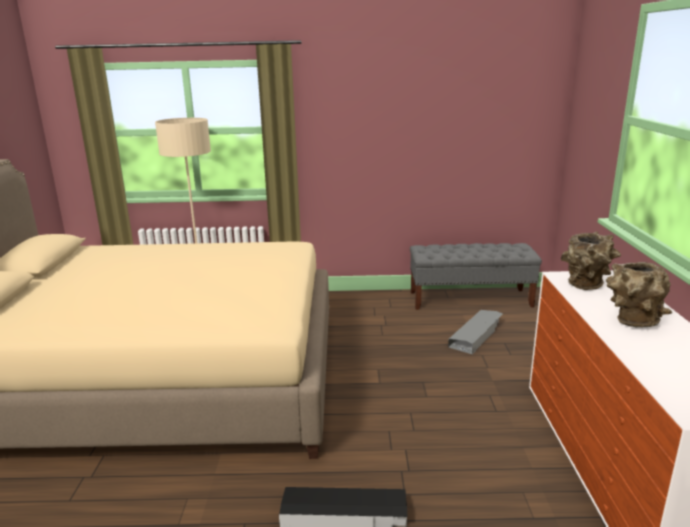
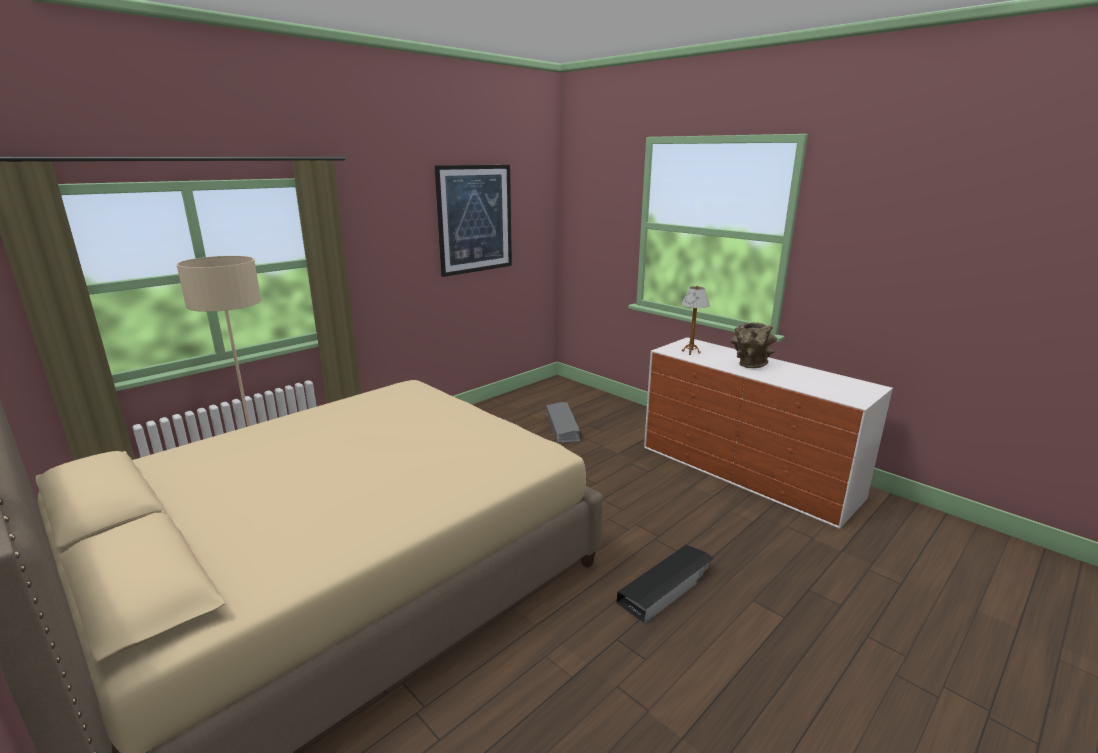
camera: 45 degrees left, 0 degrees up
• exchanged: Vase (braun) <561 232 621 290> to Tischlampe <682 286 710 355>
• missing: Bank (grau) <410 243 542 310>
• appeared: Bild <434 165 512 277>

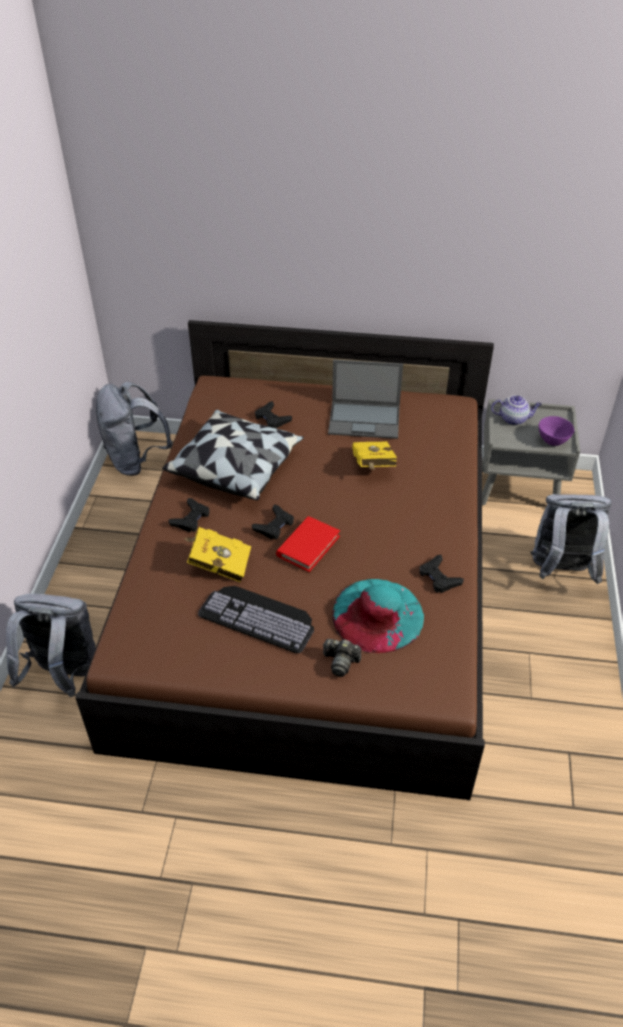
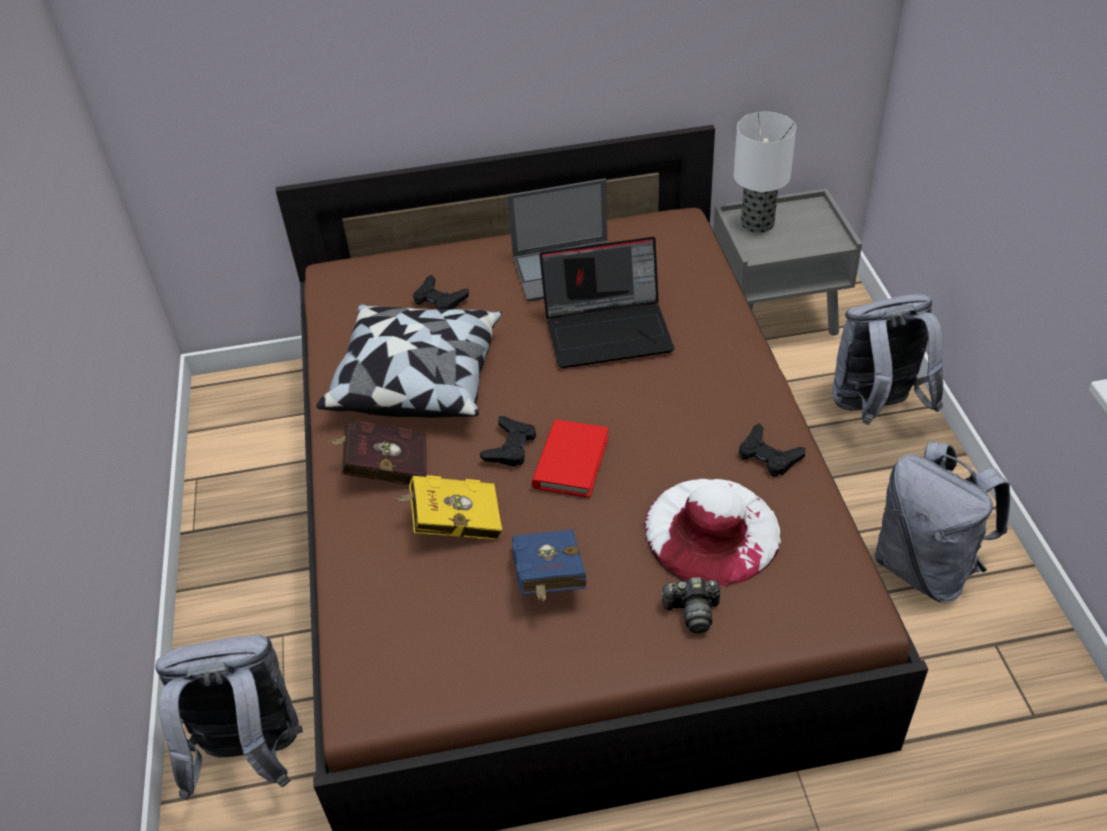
camera: 15 degrees left, 0 degrees up
• relocated: Rucksack (grau) <96 382 172 476> to <875 441 1010 603>
• exchanged: Teekanne <491 395 542 425> to Tischlampe <734 112 796 233>
• missing: Schüssel (lila) <539 416 574 446>
• exchanged: Buch (gelb) <352 441 397 470> to Laptop <539 237 674 368>
• exchanged: Gamepad (schwarz) <168 498 209 532> to Buch (rot) <329 421 427 485>
• colour: Hut (türkis) <332 579 424 653> to Hut (weiß) <644 479 781 587>
• exchanged: Tastatur <198 586 314 653> to Buch (blau) <512 529 586 602>

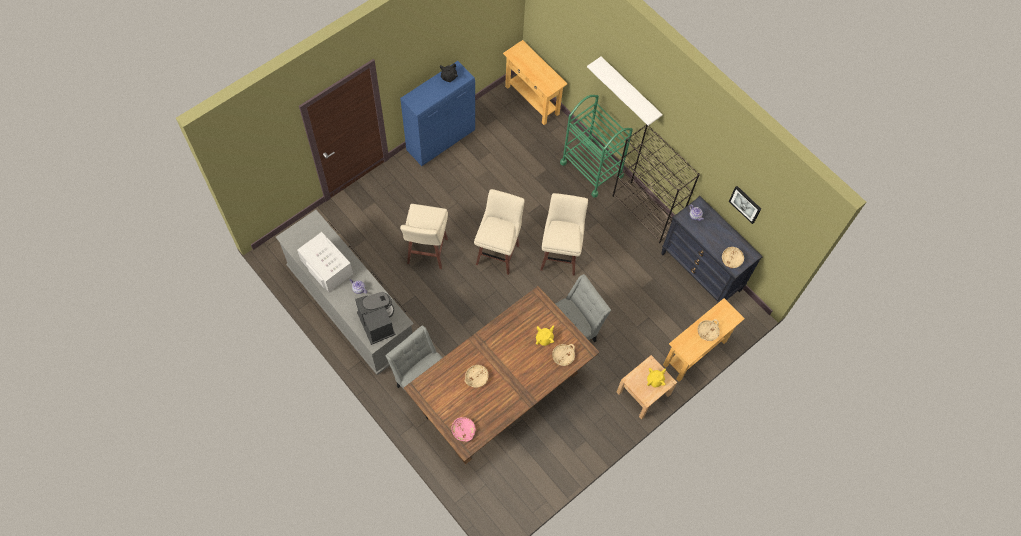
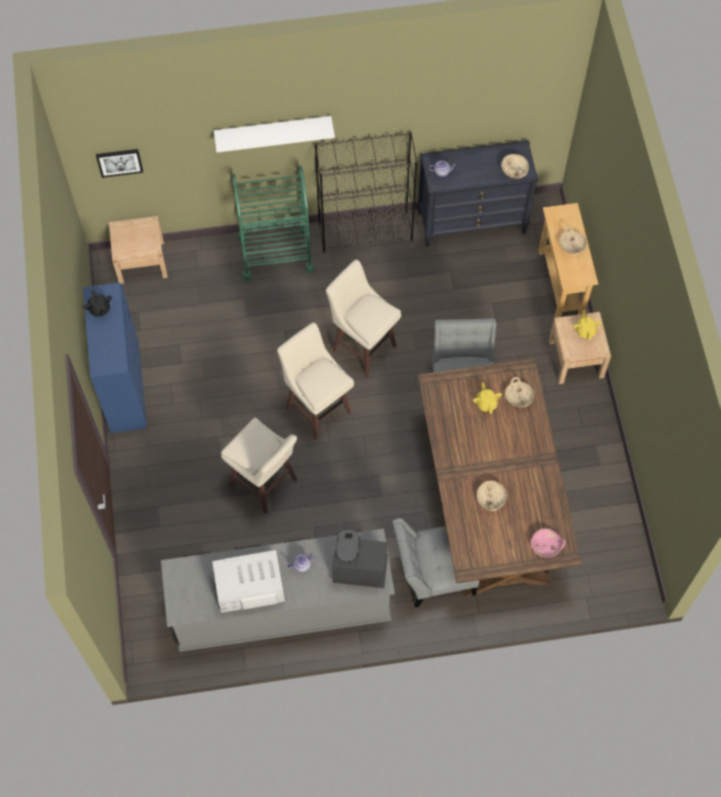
camera: 55 degrees left, 0 degrees up
• exchanged: Konsolentisch (beige) <503 40 567 125> to Nachttisch (beige) <109 216 168 284>
• relocated: Bild <729 186 761 224> to <96 149 143 178>

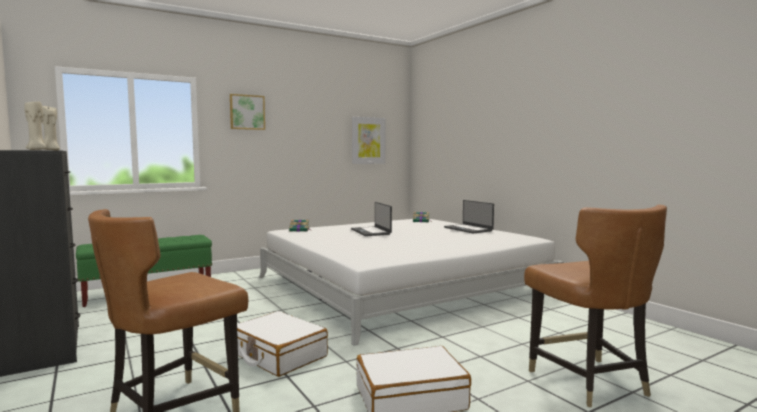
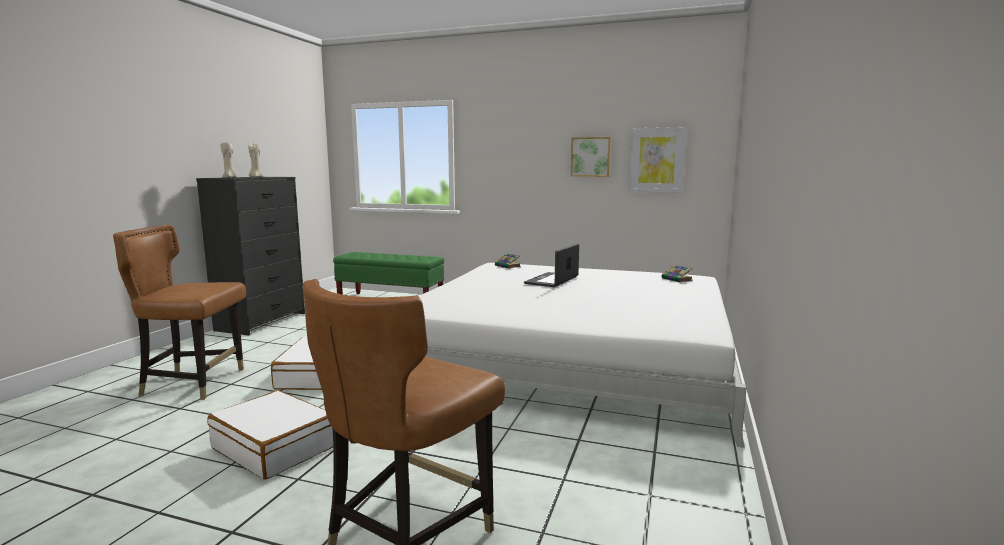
camera: 50 degrees right, 5 degrees up
• relocated: Bild <230 94 265 130> to <571 137 611 177>
• missing: Laptop <444 200 494 234>

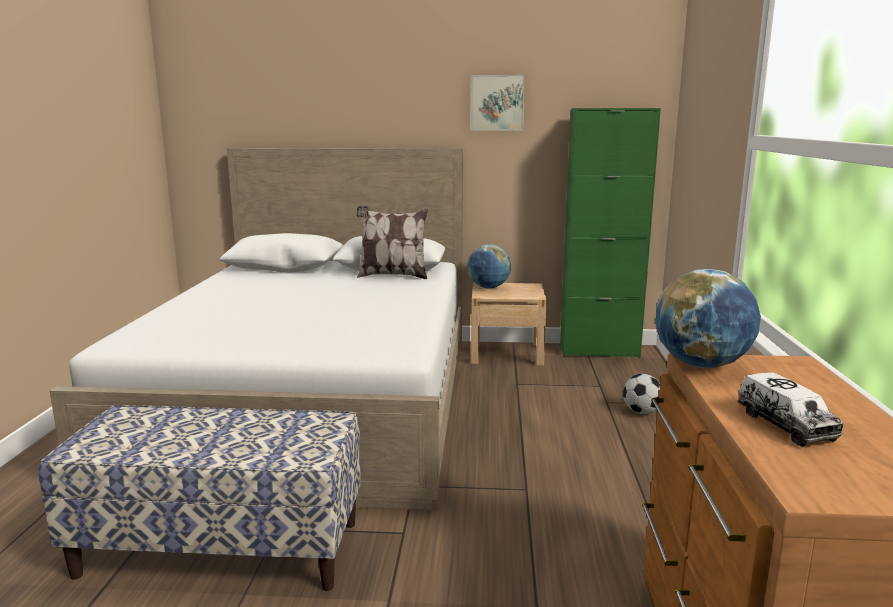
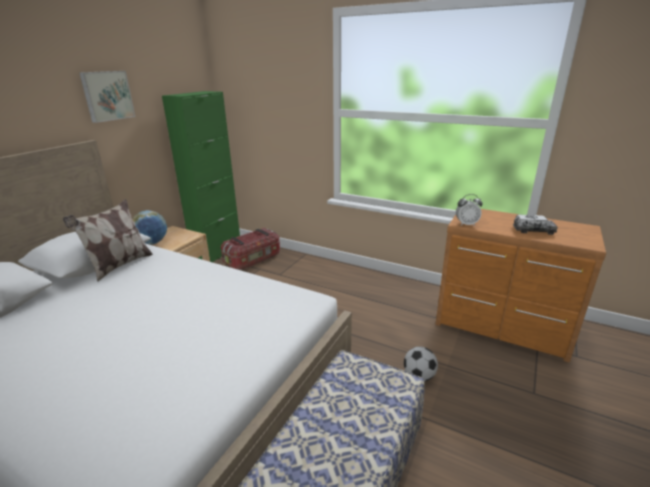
camera: 65 degrees left, 10 degrees up
• exchanged: Globus <655 269 761 368> to Wecker <456 194 483 226>
• relocated: Fußball <623 374 660 414> to <404 347 438 381>
• appeared: Aufbewahrungsbox <221 228 280 270>

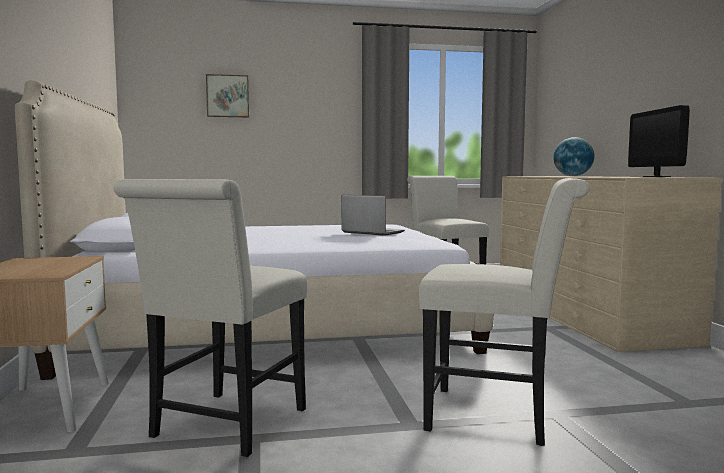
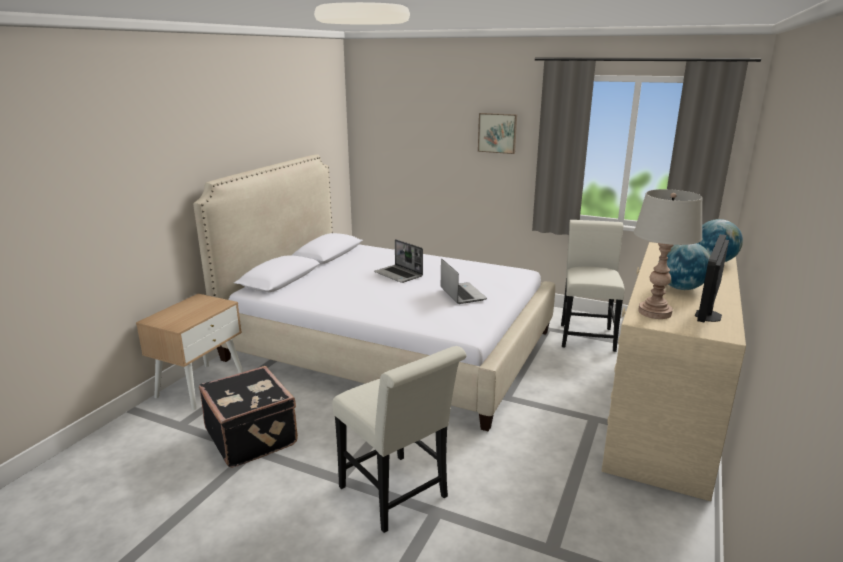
camera: 35 degrees right, 15 degrees up
• relocated: Bild <206 74 249 117> to <478 113 517 154>
• exchanged: Stuhl (weiß) <113 179 308 457> to Koffer (schwarz) <199 366 298 468>
• appeared: Tischlampe (grau) <634 189 702 319>
• appeared: Laptop <374 239 423 283>
• appeared: Globus <658 243 710 290>

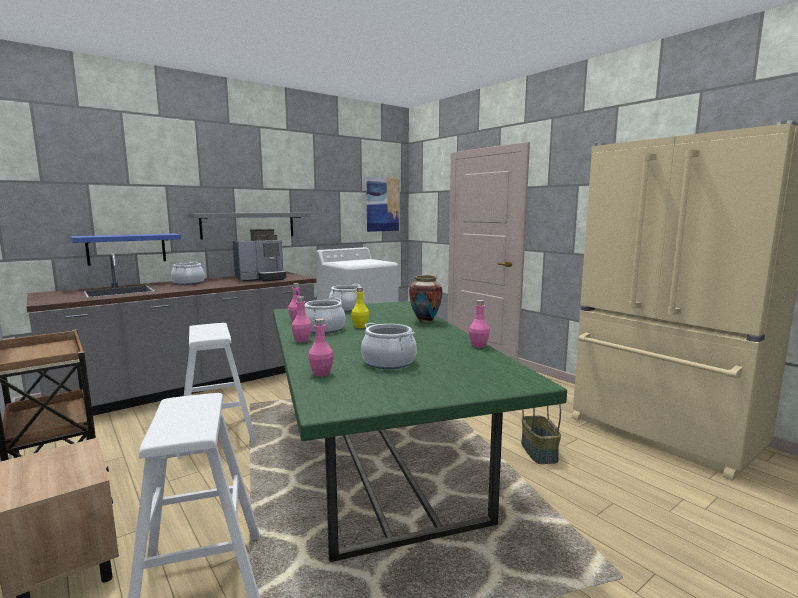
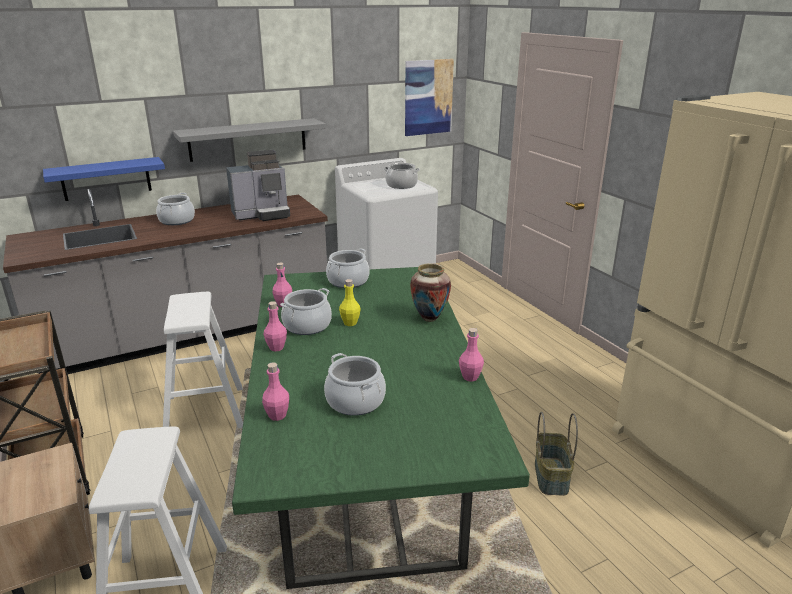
camera: 10 degrees right, 15 degrees up
• appeared: Kochtopf <384 163 420 189>

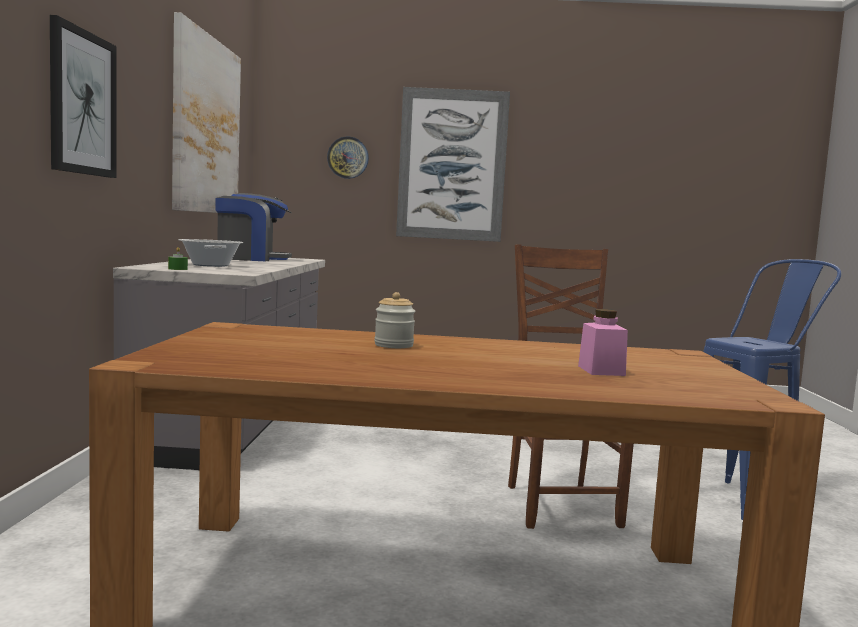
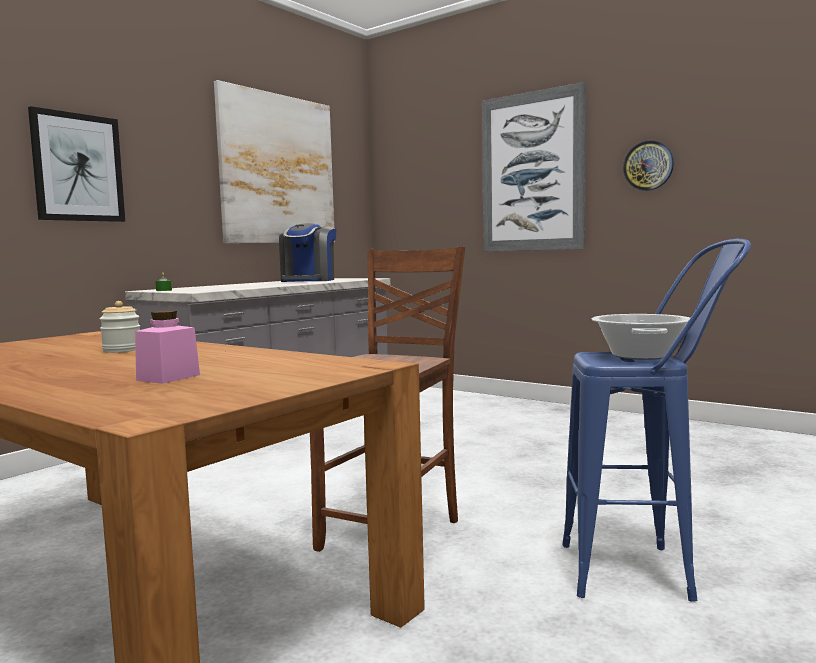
camera: 35 degrees right, 0 degrees up
• relocated: Wanduhr <327 136 369 179> to <623 140 674 191>
• spun: Kaffeemaschine <215 193 292 261> = <279 223 336 282> 75 degrees clockwise
• relocated: Kochtopf <179 239 243 267> to <592 314 690 360>

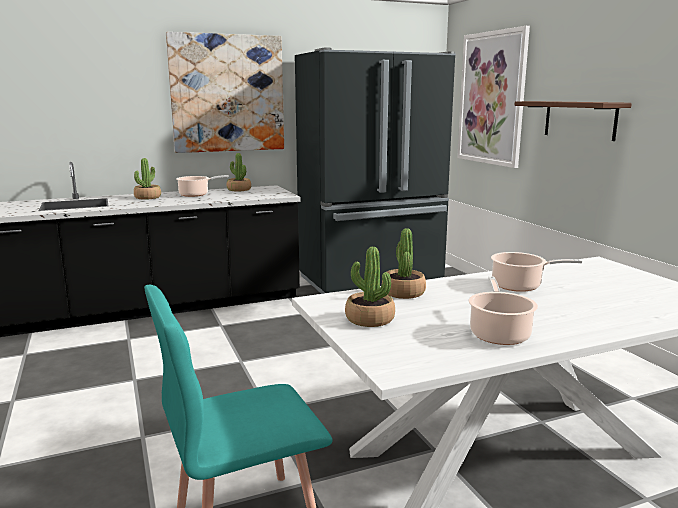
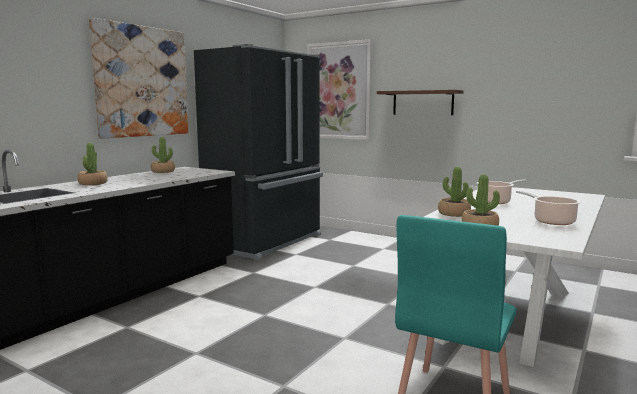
camera: 35 degrees left, 5 degrees down
• missing: Kochtopf <176 175 229 197>

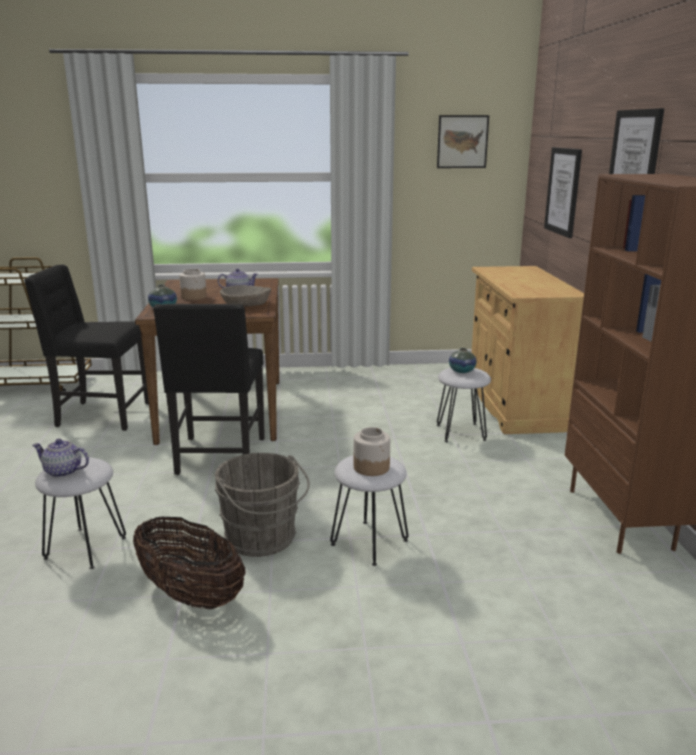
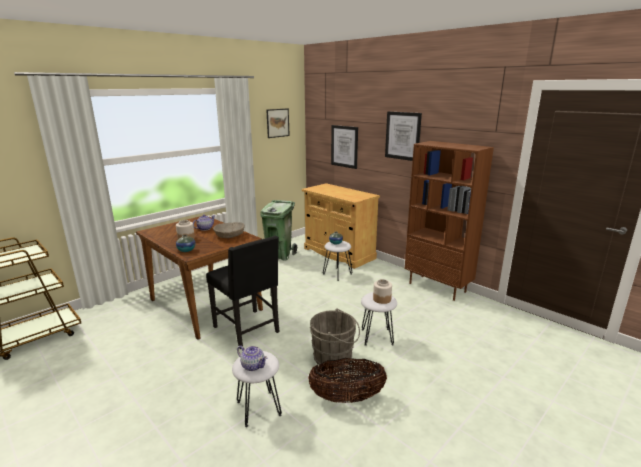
camera: 40 degrees left, 0 degrees up
• missing: Stuhl (schwarz) <24 264 149 431>
• spun: Teekanne <32 439 89 478> = <237 346 268 371> 120 degrees counterclockwise
• appeared: Mülleimer (grün) <260 200 297 261>

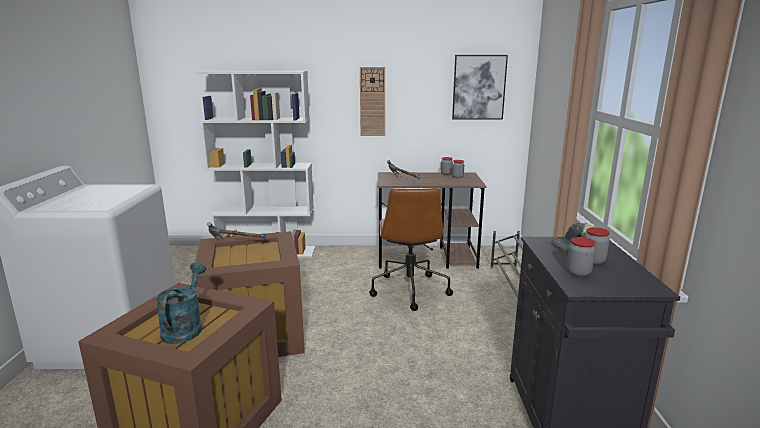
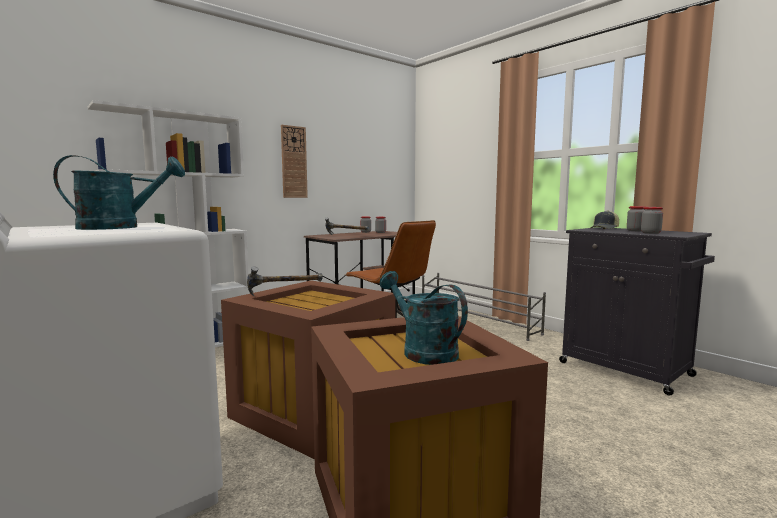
camera: 40 degrees left, 10 degrees down
• missing: Bild <452 55 508 120>
• appeared: Gießkanne (türkis) <53 155 185 230>

